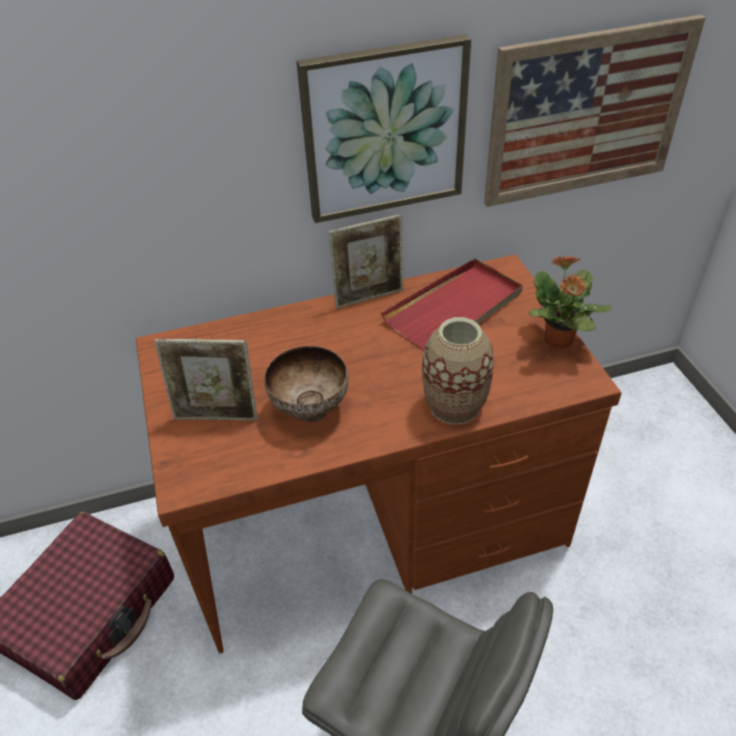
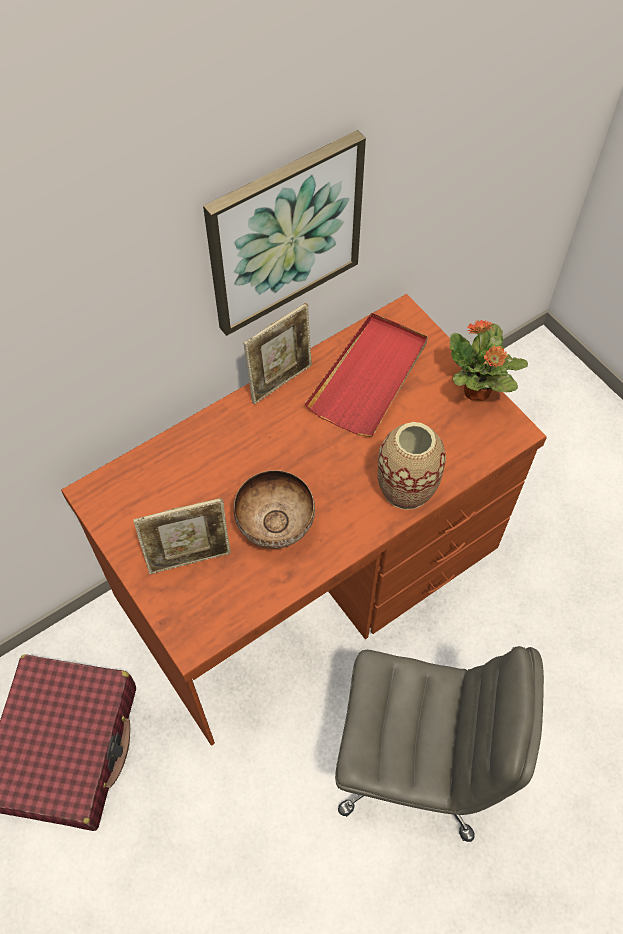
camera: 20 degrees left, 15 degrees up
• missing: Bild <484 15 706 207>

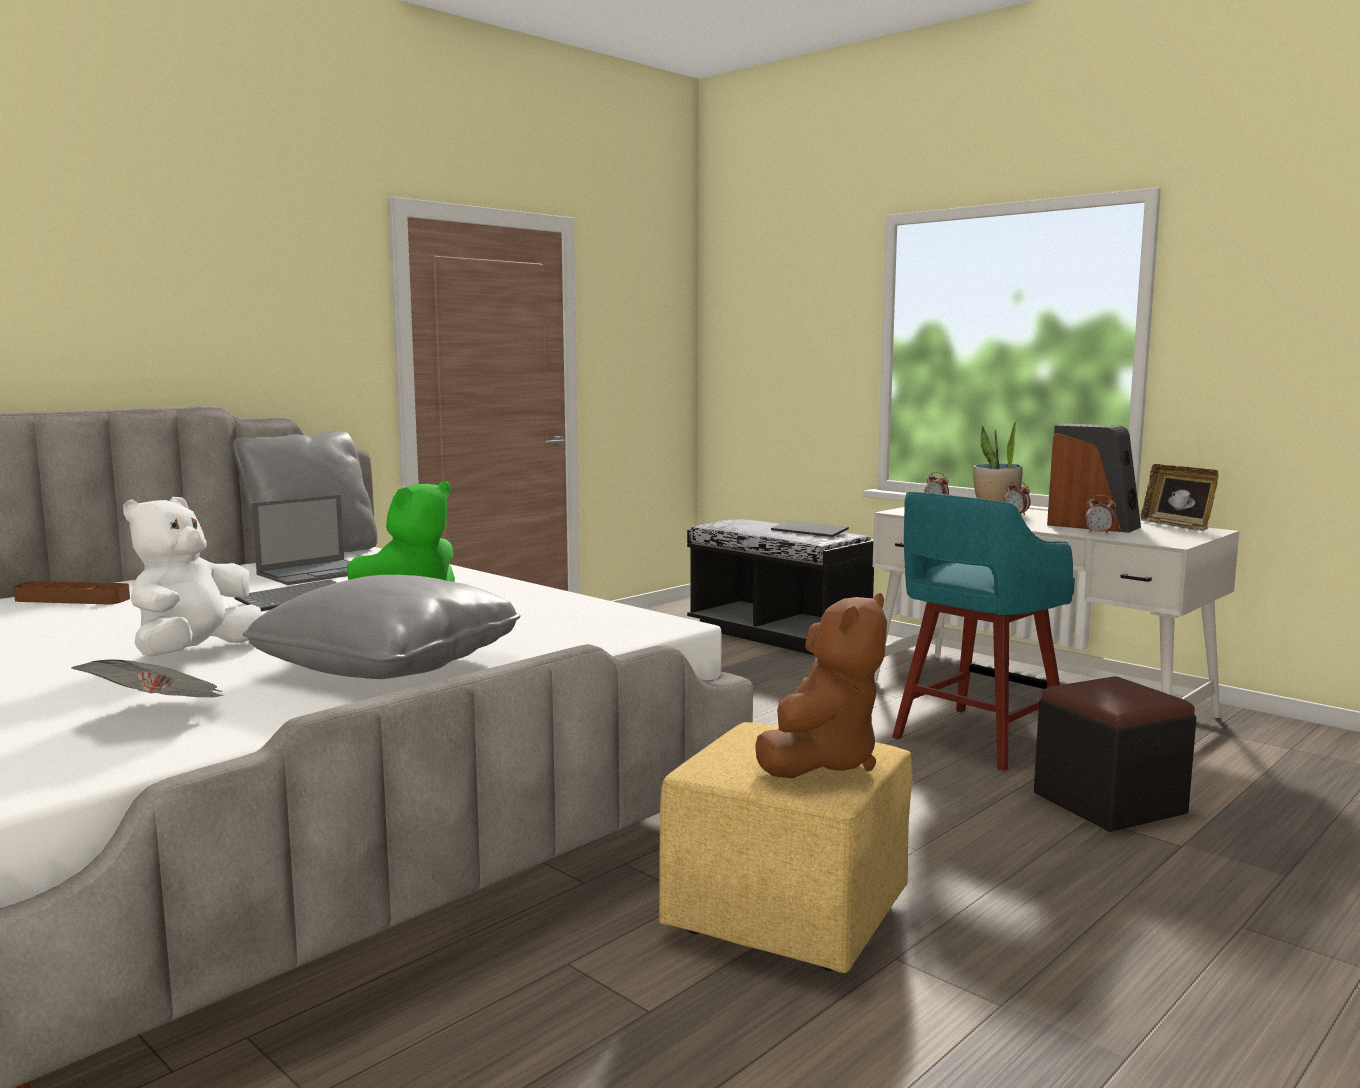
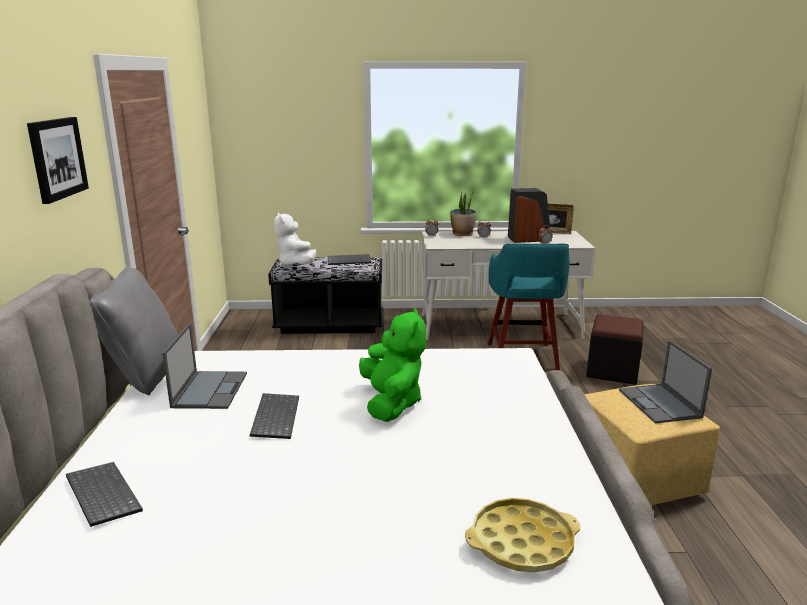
camera: 45 degrees left, 10 degrees up
• relocated: Plüschtier (weiß) <123 497 262 656> to <274 212 317 267>
• missing: Kissen (grau) <243 575 521 679>
• exchanged: Tablett (braun) <13 581 130 605> to Tastatur <66 462 143 527>
• exchanged: Plüschtier (braun) <755 593 887 778> to Laptop <619 340 712 423>
• exchanged: Zeitung <71 660 224 697> to Tablett (gelb) <465 498 580 572>
• appeared: Bild <27 117 89 204>

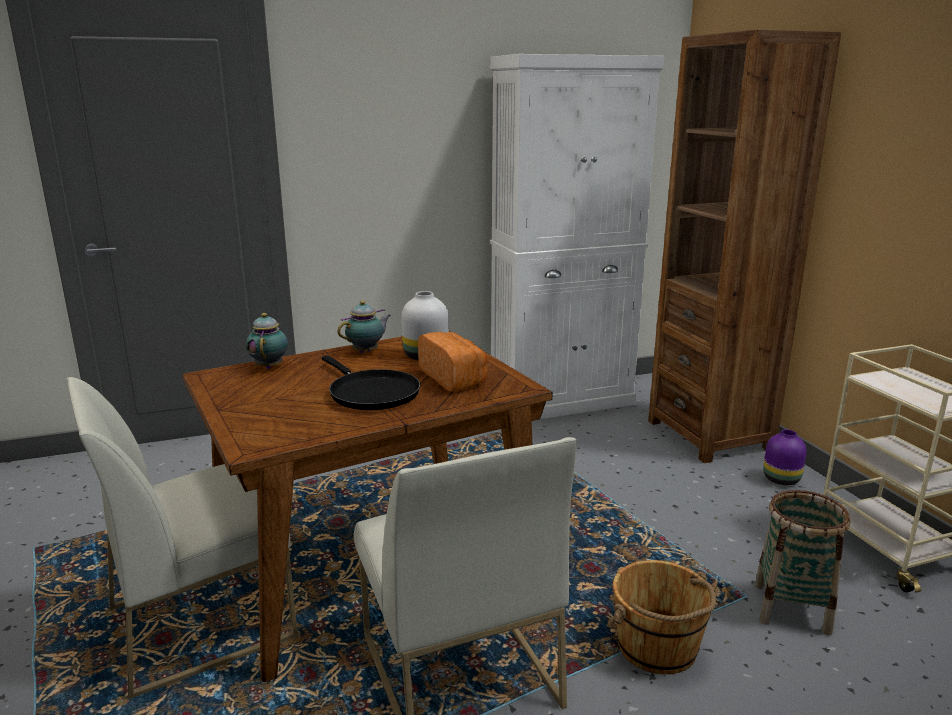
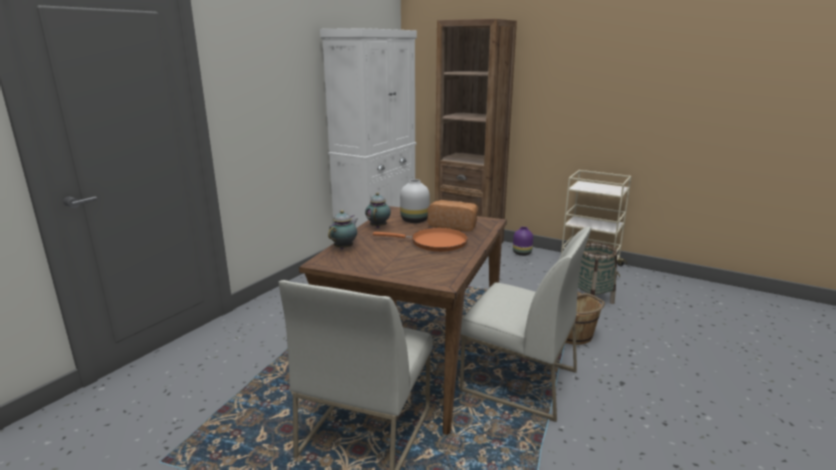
camera: 40 degrees left, 0 degrees up
• spun: Teekanne <246 313 288 369> = <328 210 358 249> 75 degrees clockwise
• colour: Pfanne (schwarz) <322 355 420 410> to Pfanne (orange) <373 228 468 252>

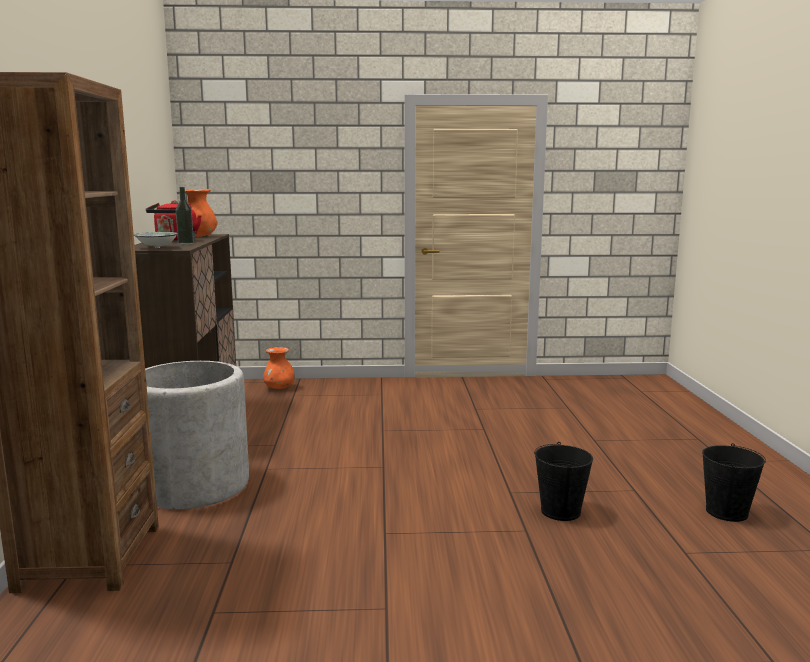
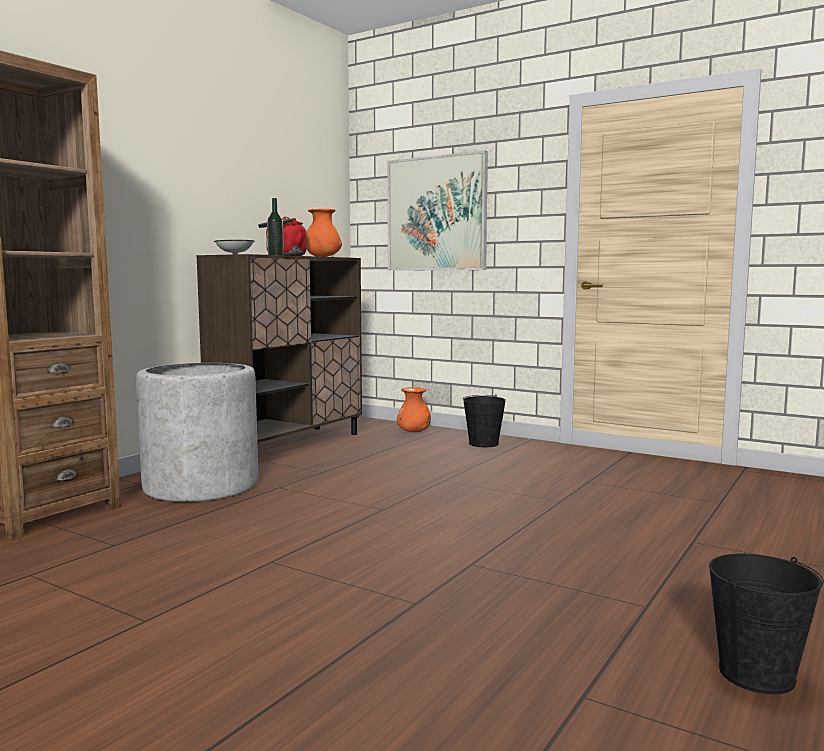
camera: 35 degrees right, 5 degrees down
• relocated: Eimer (schwarz) <534 442 593 521> to <463 395 506 447>
• appeared: Bild <387 151 488 271>

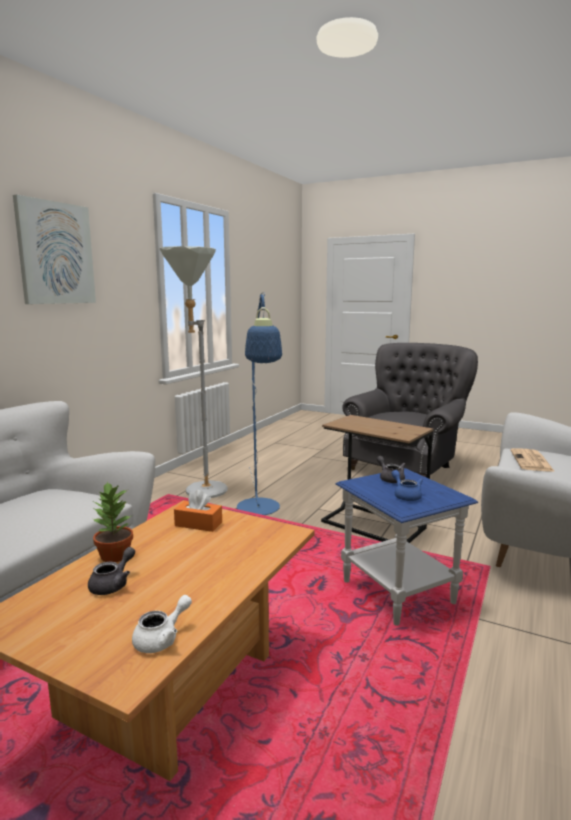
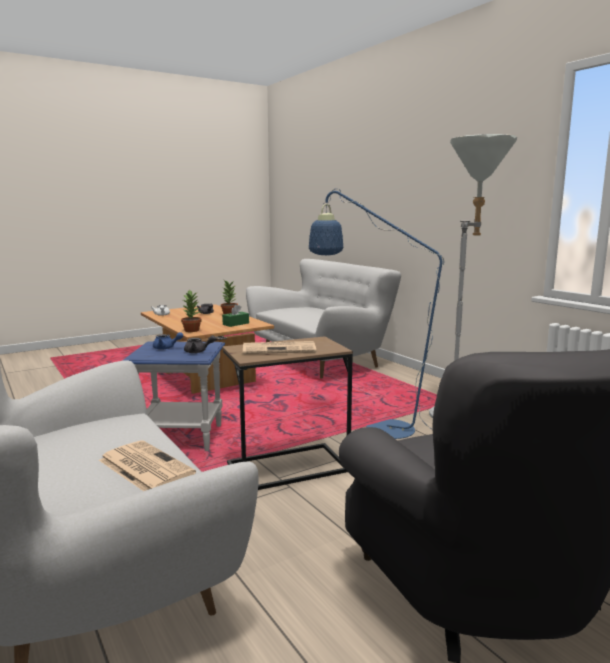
camera: 120 degrees right, 0 degrees up
• missing: Bild <13 194 96 304>
• colour: Taschentuchbox (orange) <174 490 222 532> to Taschentuchbox (grün) <222 304 249 327>
• appeared: Topfpflanze <181 290 202 332>
• appeared: Zeitung <243 341 316 354>

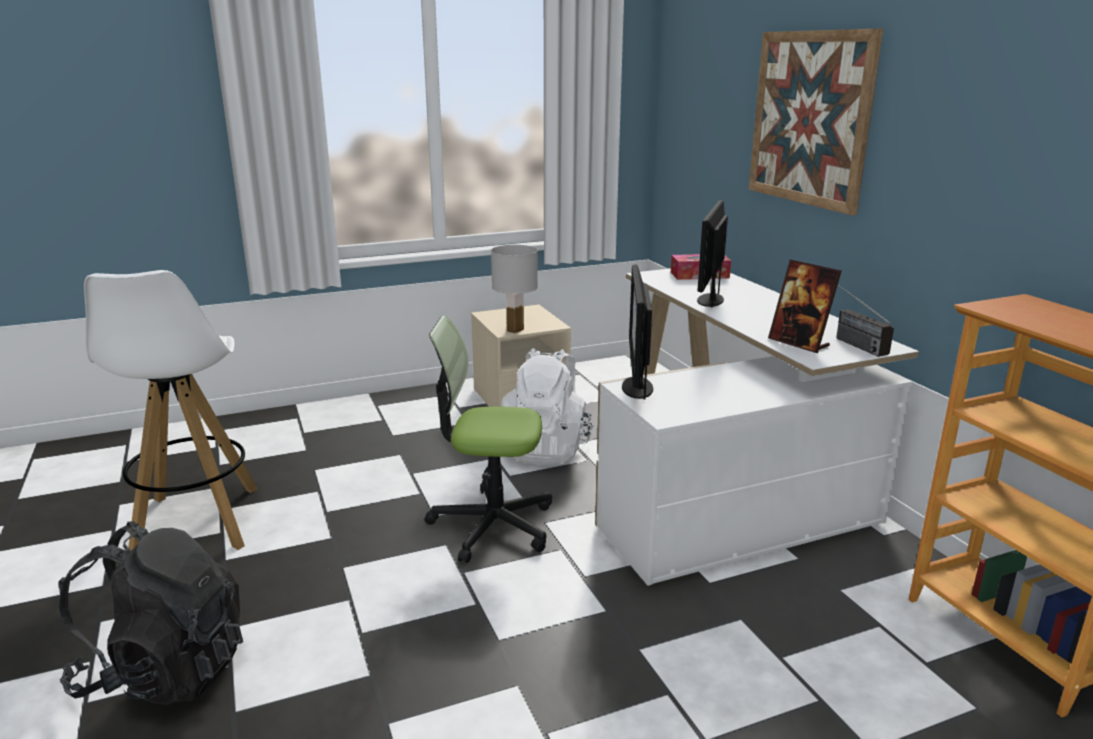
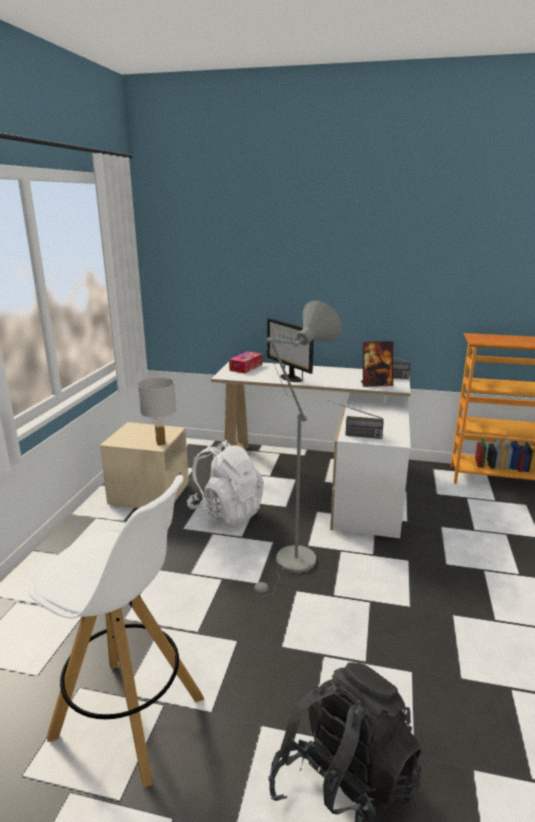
camera: 55 degrees left, 0 degrees up
• missing: Bild <749 29 883 215>
• exchanged: Monitor <622 264 653 400> to Radio <330 401 384 439>
• exchanged: Bürostuhl <425 316 552 563> to Stehlampe (grau) <254 301 342 597>

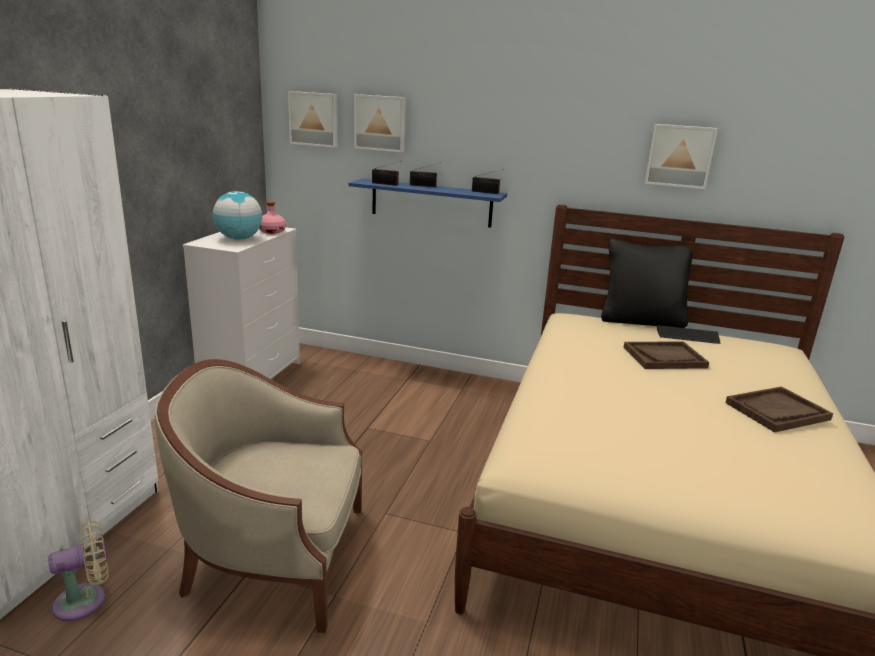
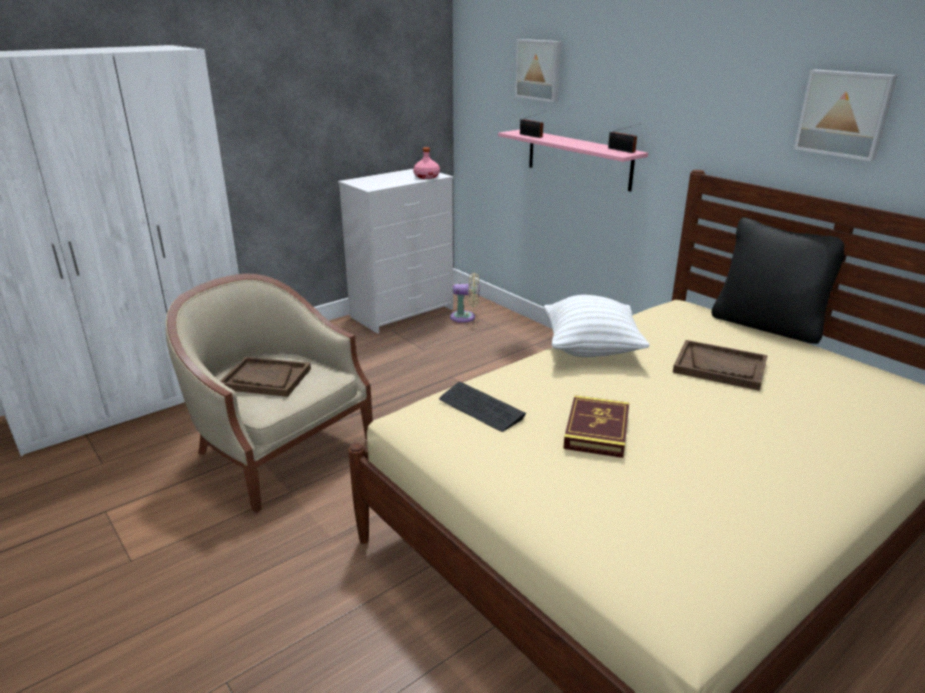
camera: 35 degrees right, 5 degrees up
• missing: Bild <288 91 338 148>
• missing: Radio <410 162 441 187>
• colour: Wandregal (blau) <348 178 507 228> to Wandregal (rosa) <498 130 648 192>
• missing: Globus <213 191 262 240>
• relocated: Tastatur <657 325 720 344> to <439 382 526 432>
• relocated: Tablett (braun) <725 386 833 432> to <220 357 311 397>
• relocated: Ventilator (beige) <48 520 109 621> to <450 273 479 323>
• appeared: Kissen (weiß) <544 295 650 357>
• appeared: Buch <563 395 629 458>

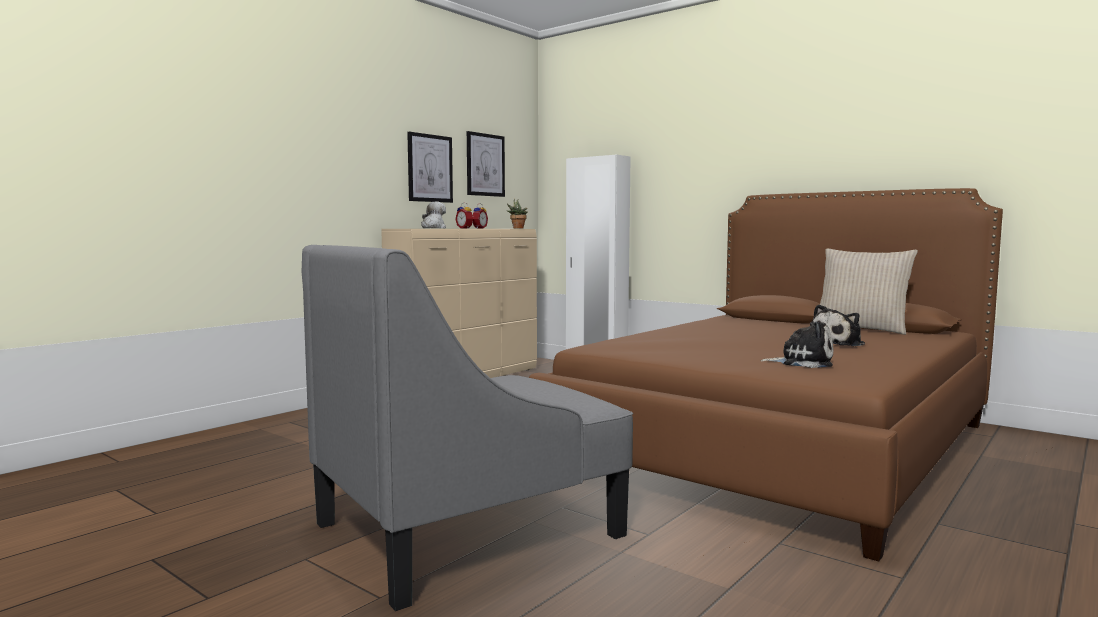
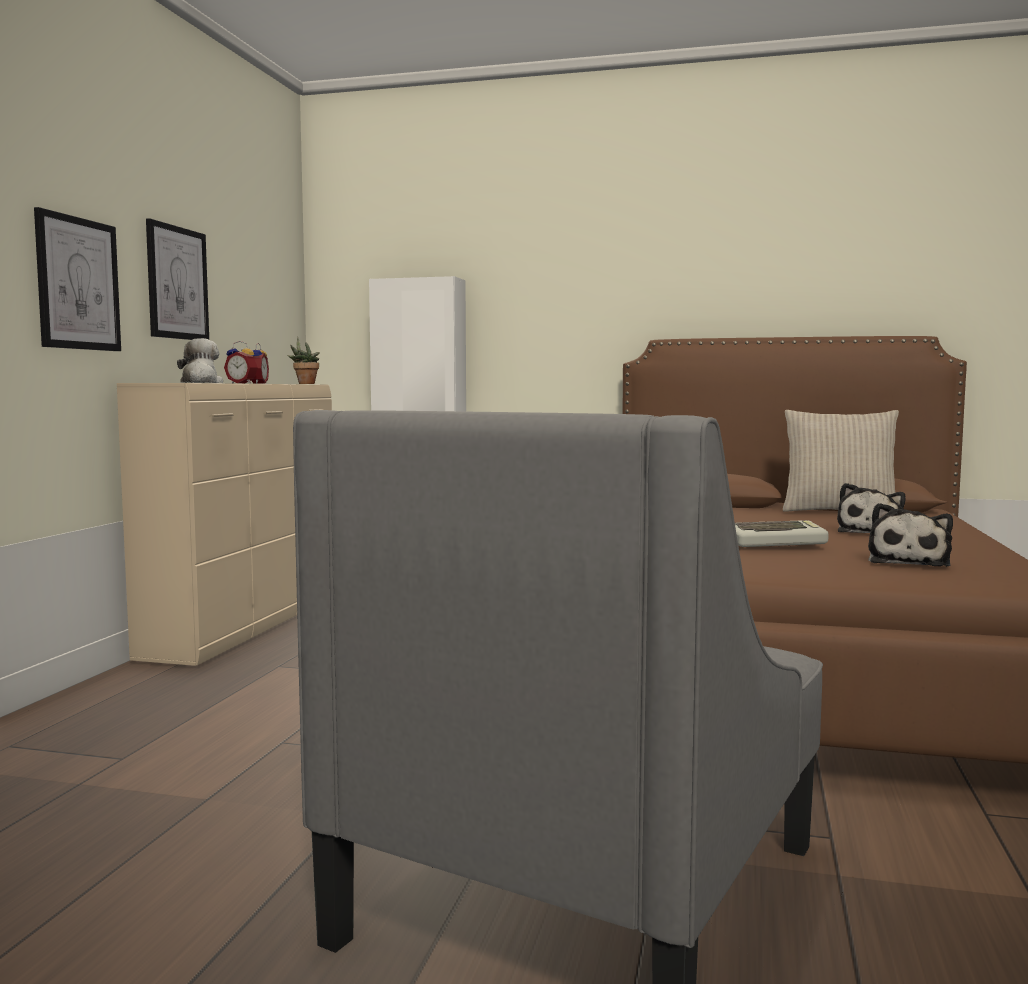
camera: 25 degrees left, 0 degrees up
• relocated: Bild <467 131 505 197> to <34 207 121 351>
• spun: Plüschtier <760 322 833 368> = <868 503 953 567> 120 degrees clockwise
• appeared: Tastatur <735 520 829 547>

